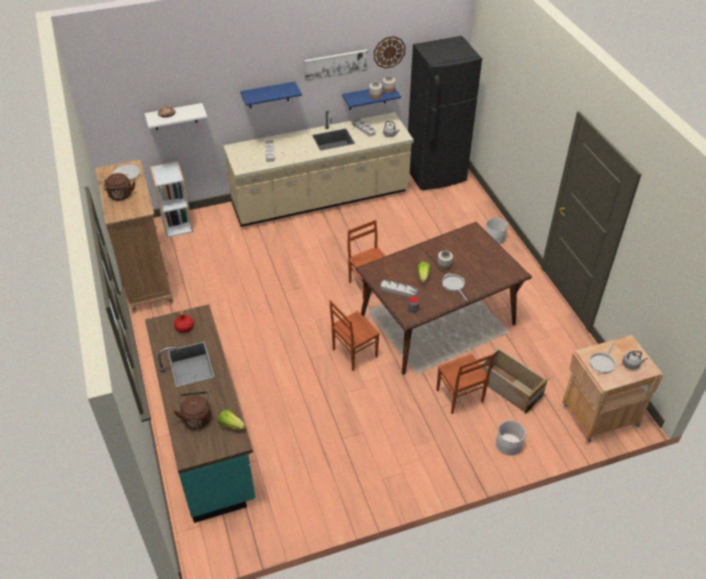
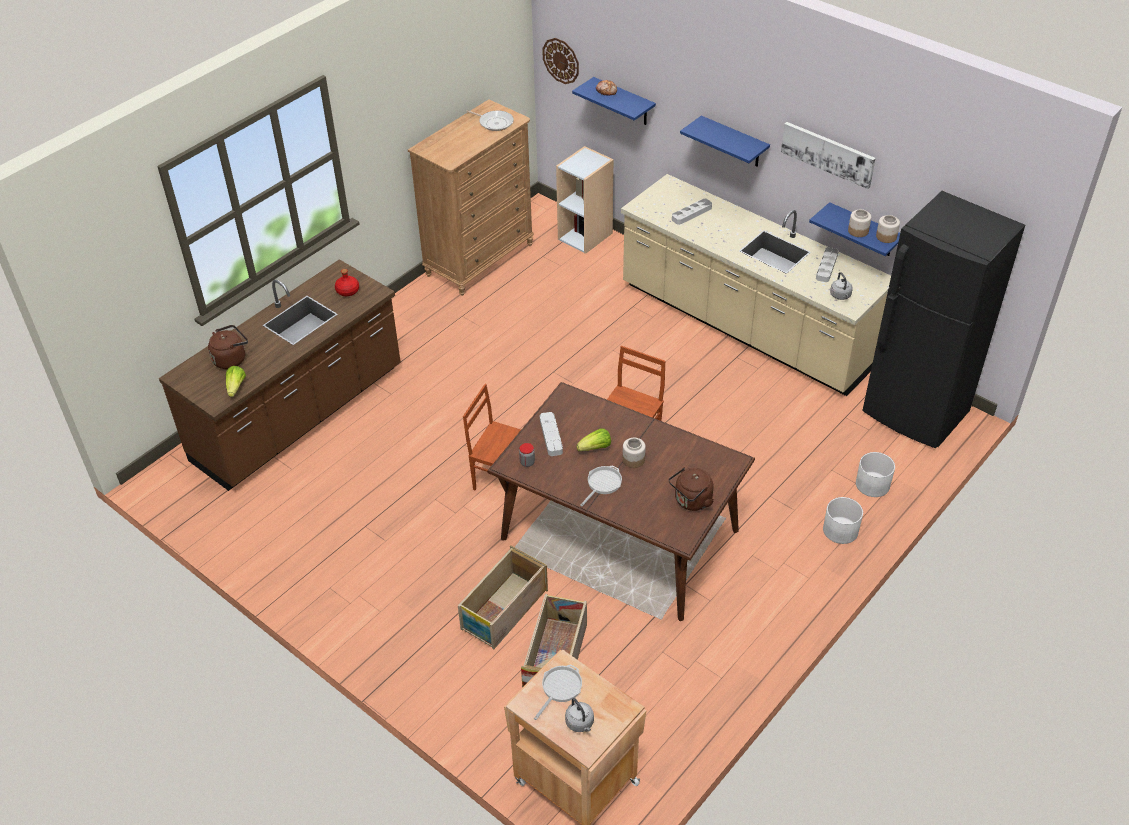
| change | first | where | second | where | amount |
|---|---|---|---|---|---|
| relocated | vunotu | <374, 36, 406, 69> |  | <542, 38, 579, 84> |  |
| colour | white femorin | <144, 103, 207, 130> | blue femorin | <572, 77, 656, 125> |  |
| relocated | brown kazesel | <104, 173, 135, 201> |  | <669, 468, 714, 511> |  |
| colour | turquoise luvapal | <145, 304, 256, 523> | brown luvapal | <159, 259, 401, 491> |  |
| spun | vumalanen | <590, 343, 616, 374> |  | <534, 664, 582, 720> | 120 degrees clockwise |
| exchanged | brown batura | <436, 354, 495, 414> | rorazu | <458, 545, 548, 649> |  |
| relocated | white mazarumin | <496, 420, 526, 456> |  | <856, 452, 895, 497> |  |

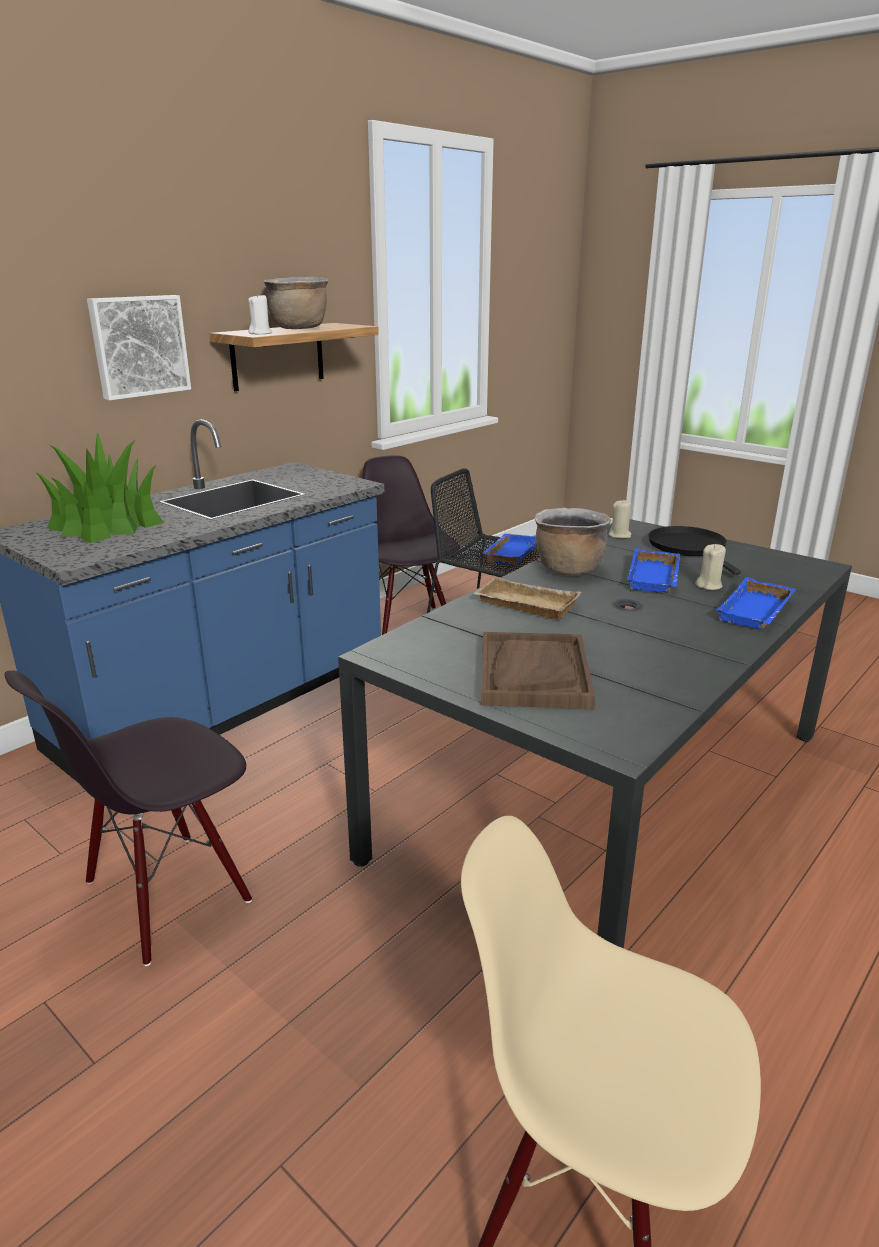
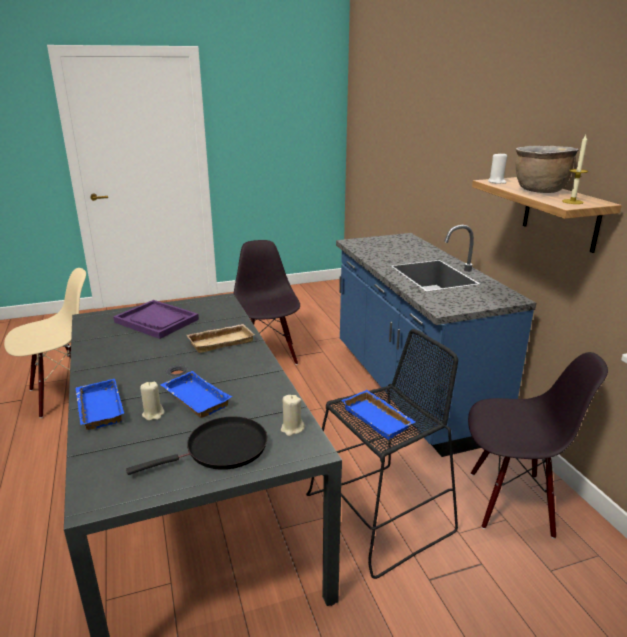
| change | first | where | second | where | amount |
|---|---|---|---|---|---|
| missing | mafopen | <87, 295, 191, 400> |  |  |  |
| missing | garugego | <34, 432, 164, 543> |  |  |  |
| missing | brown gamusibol | <535, 508, 611, 575> |  |  |  |
| spun | black vumalanen | <648, 526, 741, 575> |  | <126, 416, 267, 475> | 45 degrees counterclockwise |
| colour | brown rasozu | <481, 632, 595, 709> | purple rasozu | <113, 300, 199, 339> |  |
| appeared |  |  | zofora | <562, 135, 588, 204> |  |

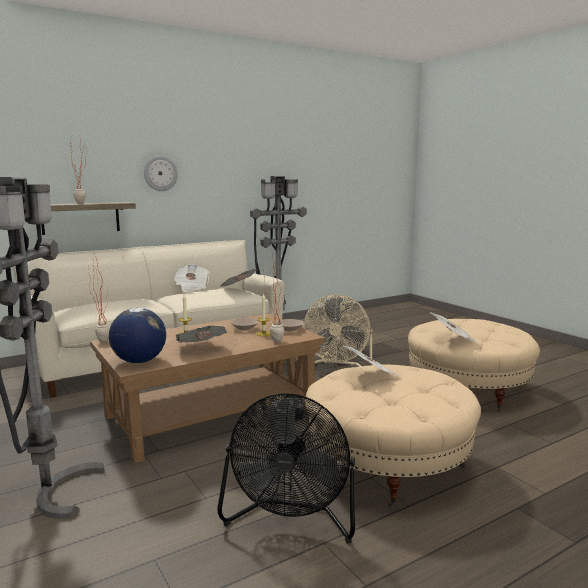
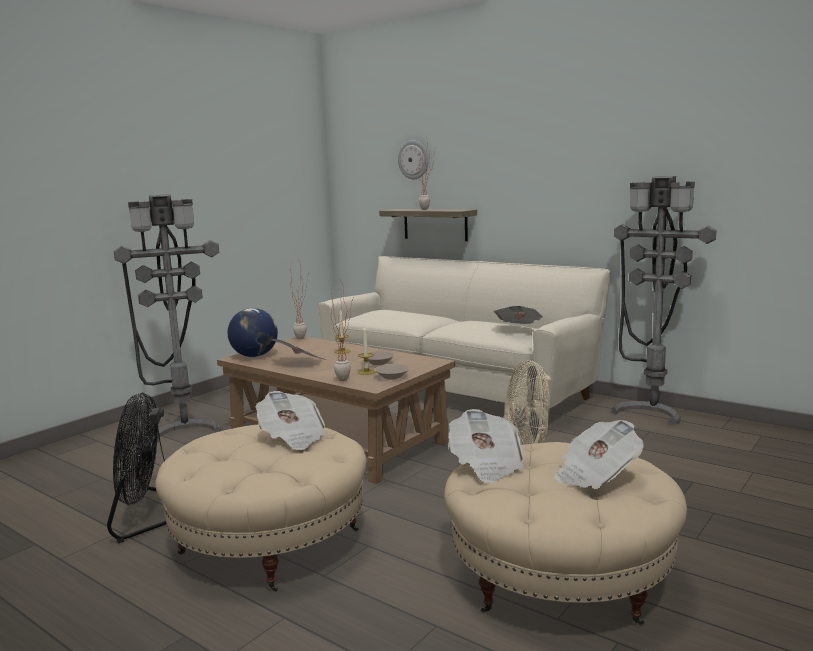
| change | first | where | second | where | amount |
|---|---|---|---|---|---|
| relocated | vunotu | <144, 156, 178, 191> |  | <398, 140, 429, 179> |  |
| relocated | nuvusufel | <173, 264, 210, 292> |  | <554, 420, 644, 489> |  |

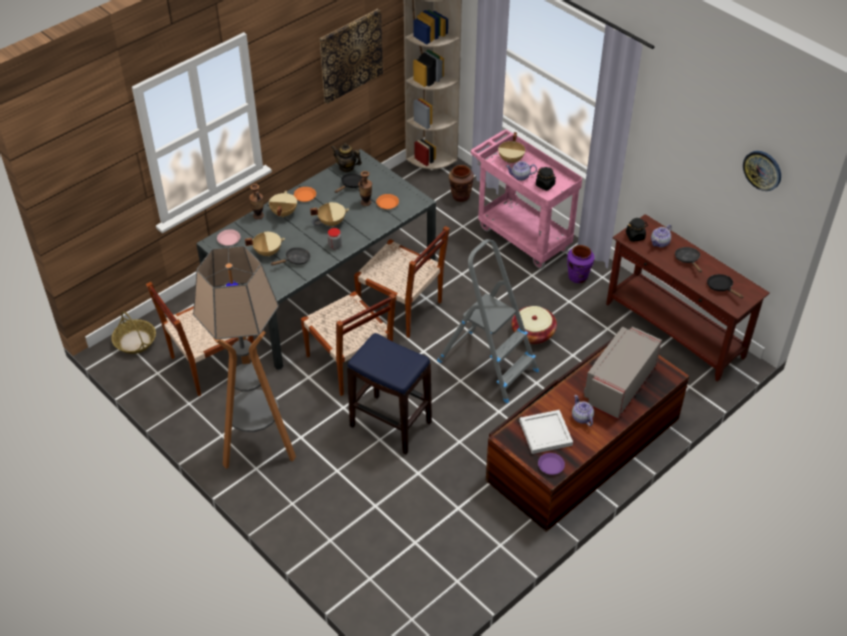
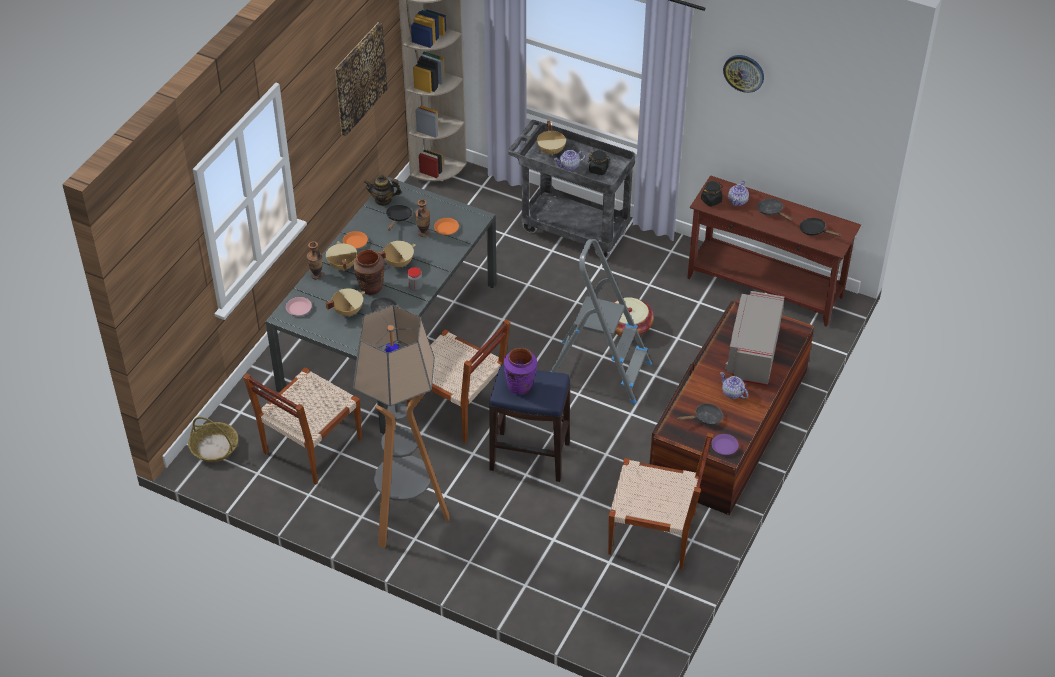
| change | first | where | second | where | amount |
|---|---|---|---|---|---|
| colour | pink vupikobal | <471, 129, 582, 269> | grey vupikobal | <508, 120, 635, 258> |  |
| relocated | vunotu | <743, 151, 781, 191> |  | <723, 55, 764, 93> |  |
| relocated | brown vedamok | <449, 165, 474, 202> |  | <353, 249, 385, 295> |  |
| relocated | batura | <354, 226, 450, 338> |  | <608, 433, 714, 570> |  |
| relocated | purple vedamok | <567, 245, 594, 283> |  | <504, 348, 537, 395> |  |
| exchanged | white rasozu | <519, 410, 573, 454> | black vumalanen | <678, 403, 723, 425> |  |

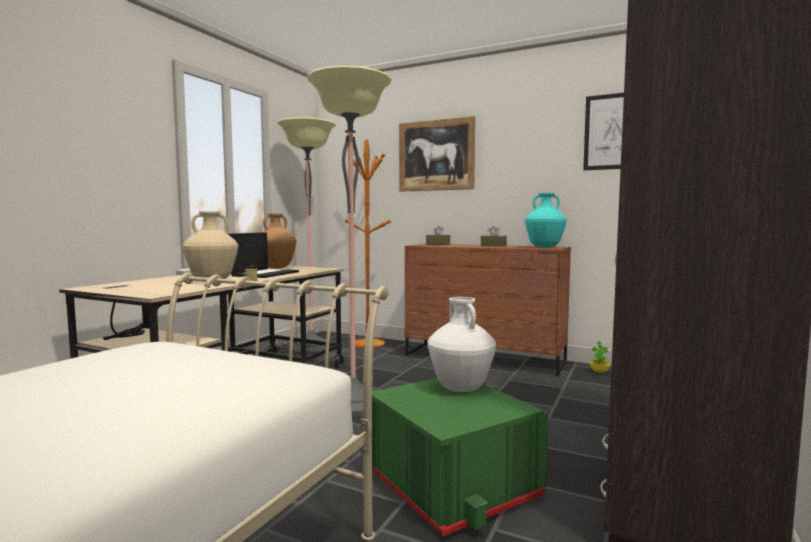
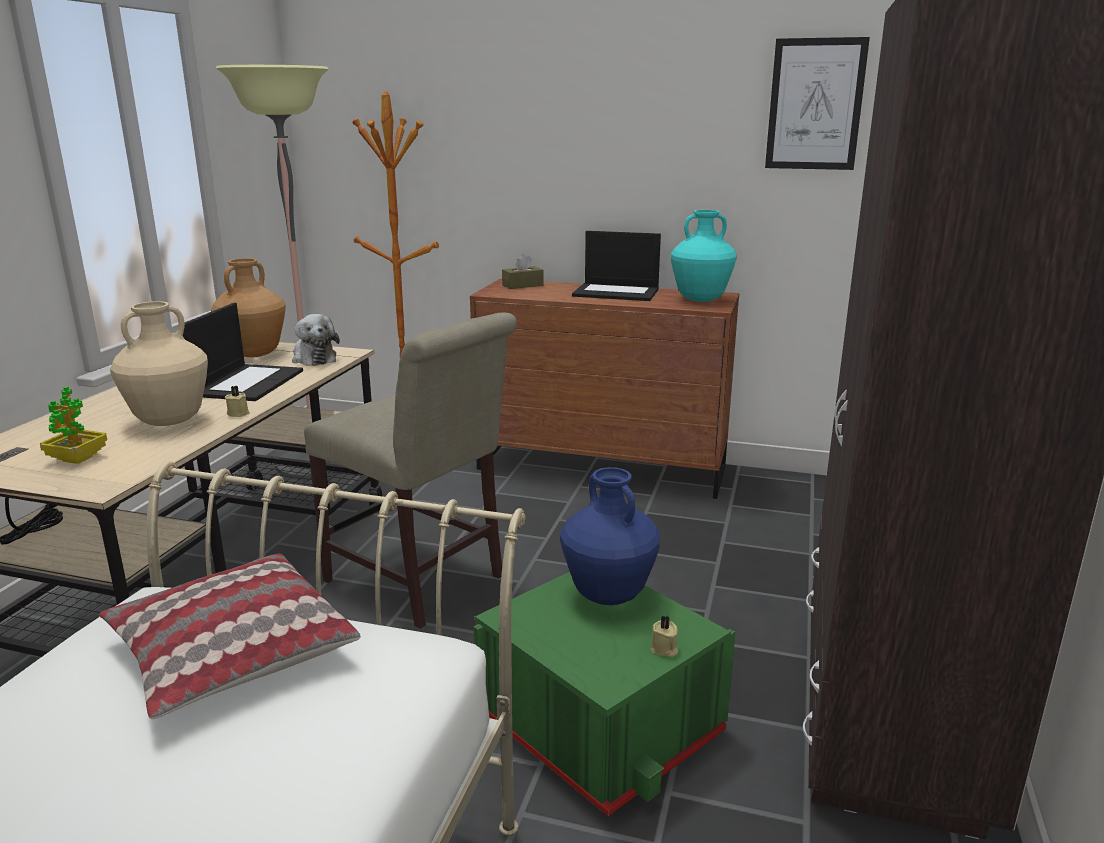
| change | first | where | second | where | amount |
|---|---|---|---|---|---|
| exchanged | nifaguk | <307, 65, 392, 416> | beige batura | <304, 312, 517, 629> |  |
| missing | mafopen | <399, 116, 475, 192> |  |  |  |
| exchanged | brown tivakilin | <481, 226, 507, 247> | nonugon | <572, 231, 661, 301> |  |
| colour | white vedamok | <428, 297, 496, 392> | blue vedamok | <560, 467, 660, 605> |  |
| relocated | garugego | <589, 341, 611, 373> |  | <40, 387, 107, 464> |  |
| appeared |  |  | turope | <292, 314, 340, 366> |  |
| appeared |  |  | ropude | <99, 554, 361, 719> |  |
| appeared |  |  | beige zofora | <651, 616, 678, 657> |  |

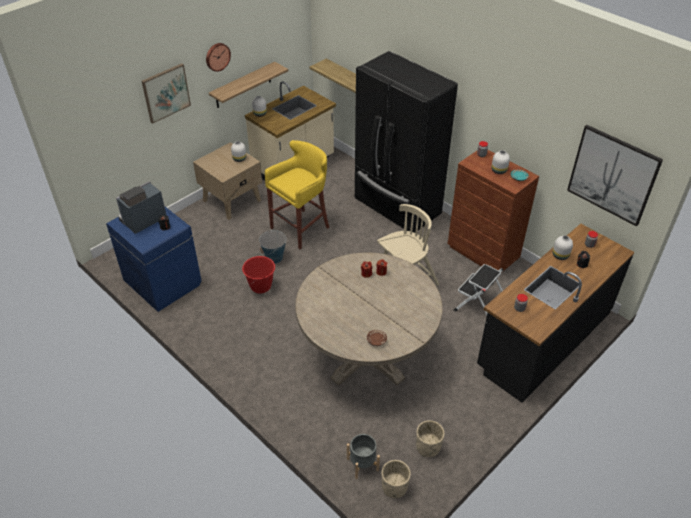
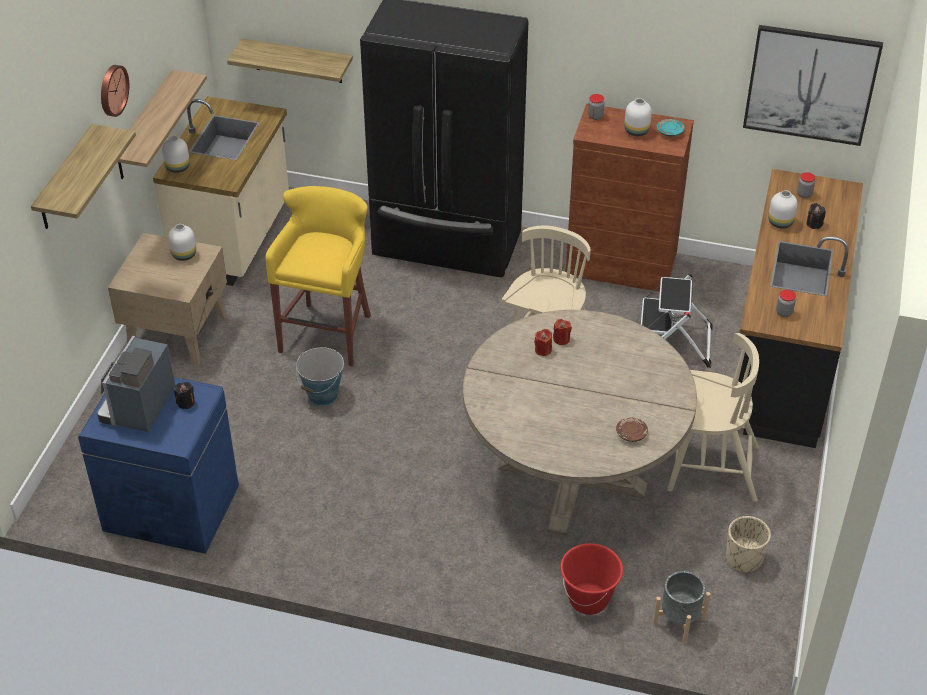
| change | first | where | second | where | amount |
|---|---|---|---|---|---|
| exchanged | mafopen | <142, 63, 191, 124> | femorin | <31, 124, 136, 229> |  |
| relocated | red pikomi | <242, 256, 275, 293> |  | <560, 543, 623, 615> |  |
| missing | beige mazarumin | <382, 460, 411, 498> |  |  |  |
| appeared |  |  | beige batura | <667, 333, 759, 501> |  |

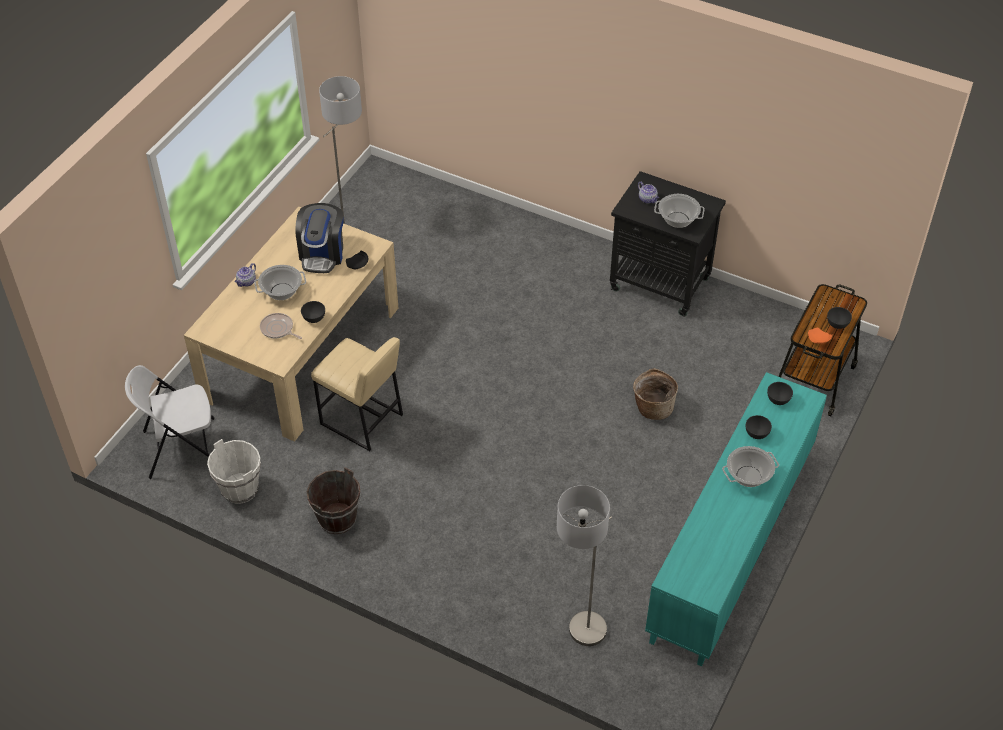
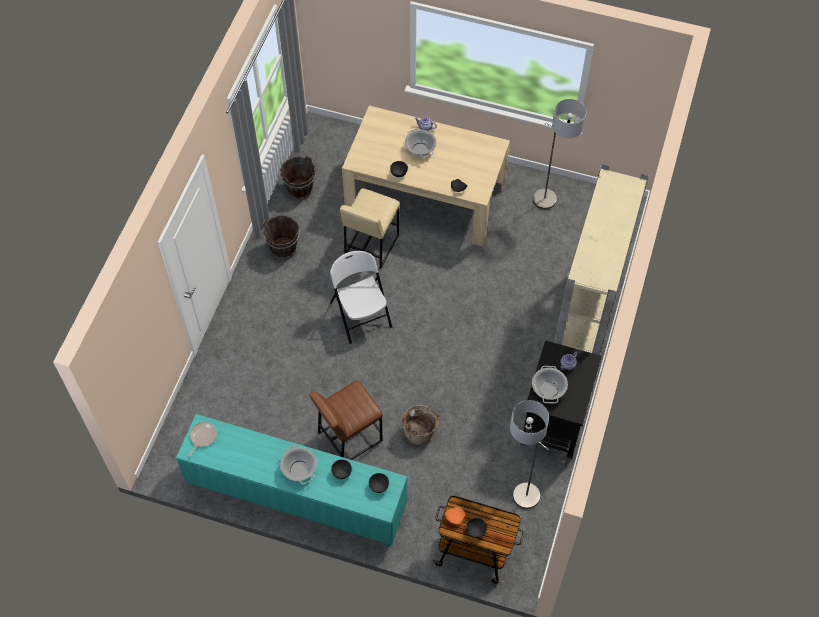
| change | first | where | second | where | amount |
|---|---|---|---|---|---|
| missing | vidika | <295, 203, 343, 273> |  |  |  |
| relocated | vumalanen | <260, 313, 302, 339> |  | <189, 422, 217, 456> |  |
| relocated | white batura | <125, 365, 214, 479> |  | <330, 251, 392, 344> |  |
| colour | white pikomi | <207, 439, 261, 504> | brown pikomi | <280, 155, 315, 199> |  |
| relocated | grey nifaguk | <557, 485, 612, 646> |  | <510, 400, 549, 509> |  |
| appeared |  |  | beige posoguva | <554, 164, 649, 355> |  |
| appeared |  |  | brown batura | <309, 380, 383, 460> |  |

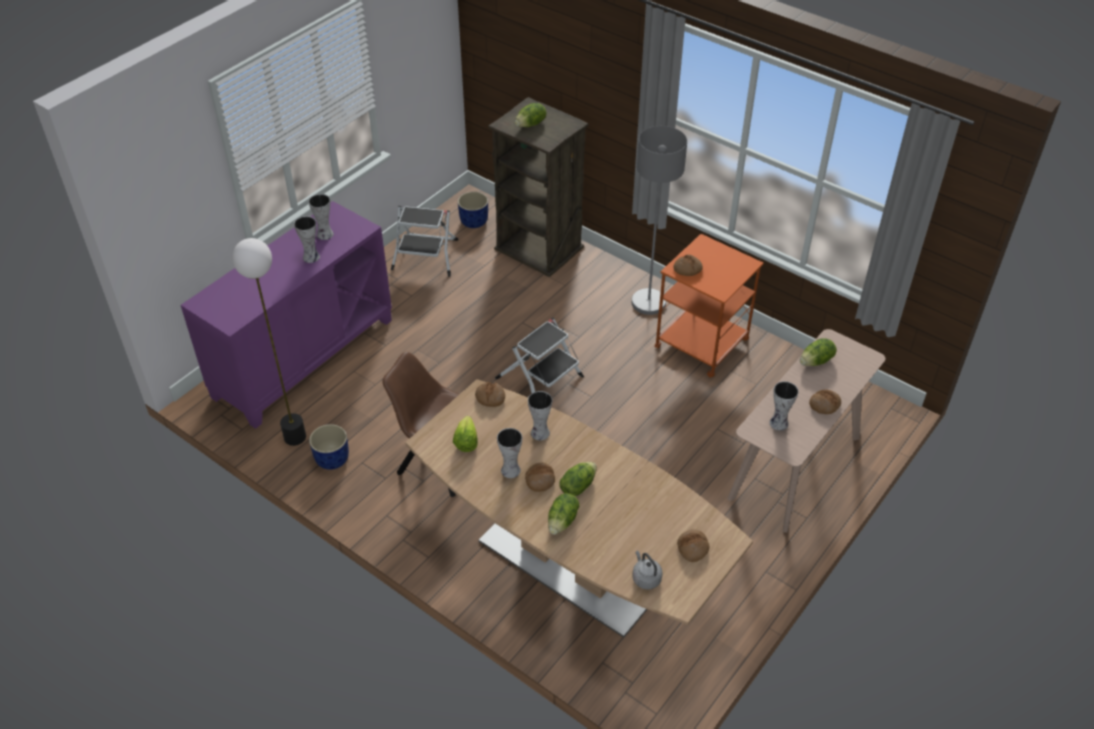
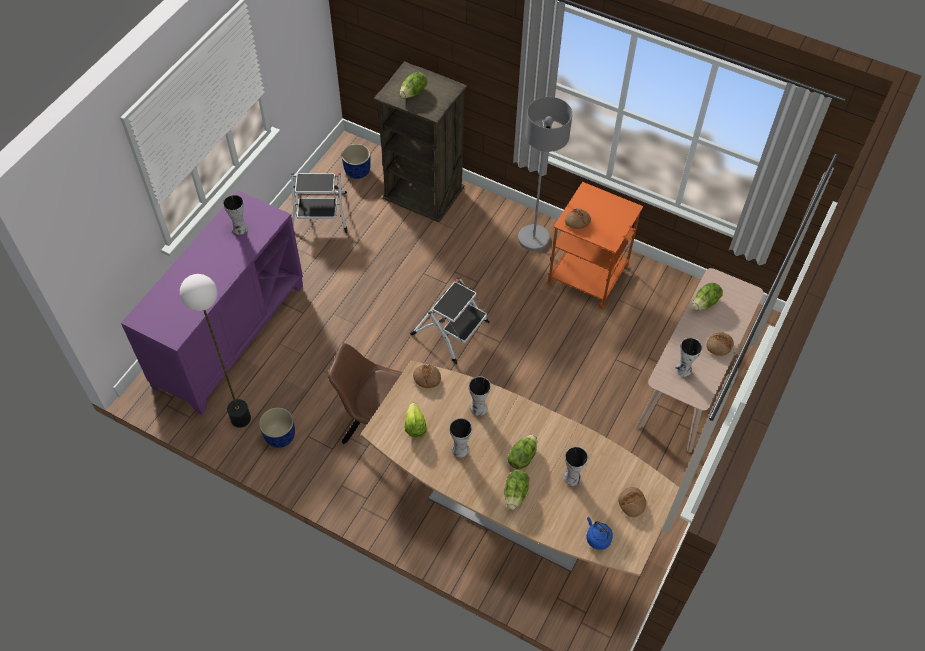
| change | first | where | second | where | amount |
|---|---|---|---|---|---|
| relocated | vedamok | <294, 216, 320, 263> |  | <563, 446, 588, 486> |  |
| missing | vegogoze | <525, 462, 555, 492> |  |  |  |
| colour | grey kazesel | <632, 550, 663, 589> | blue kazesel | <586, 517, 613, 550> |  |

